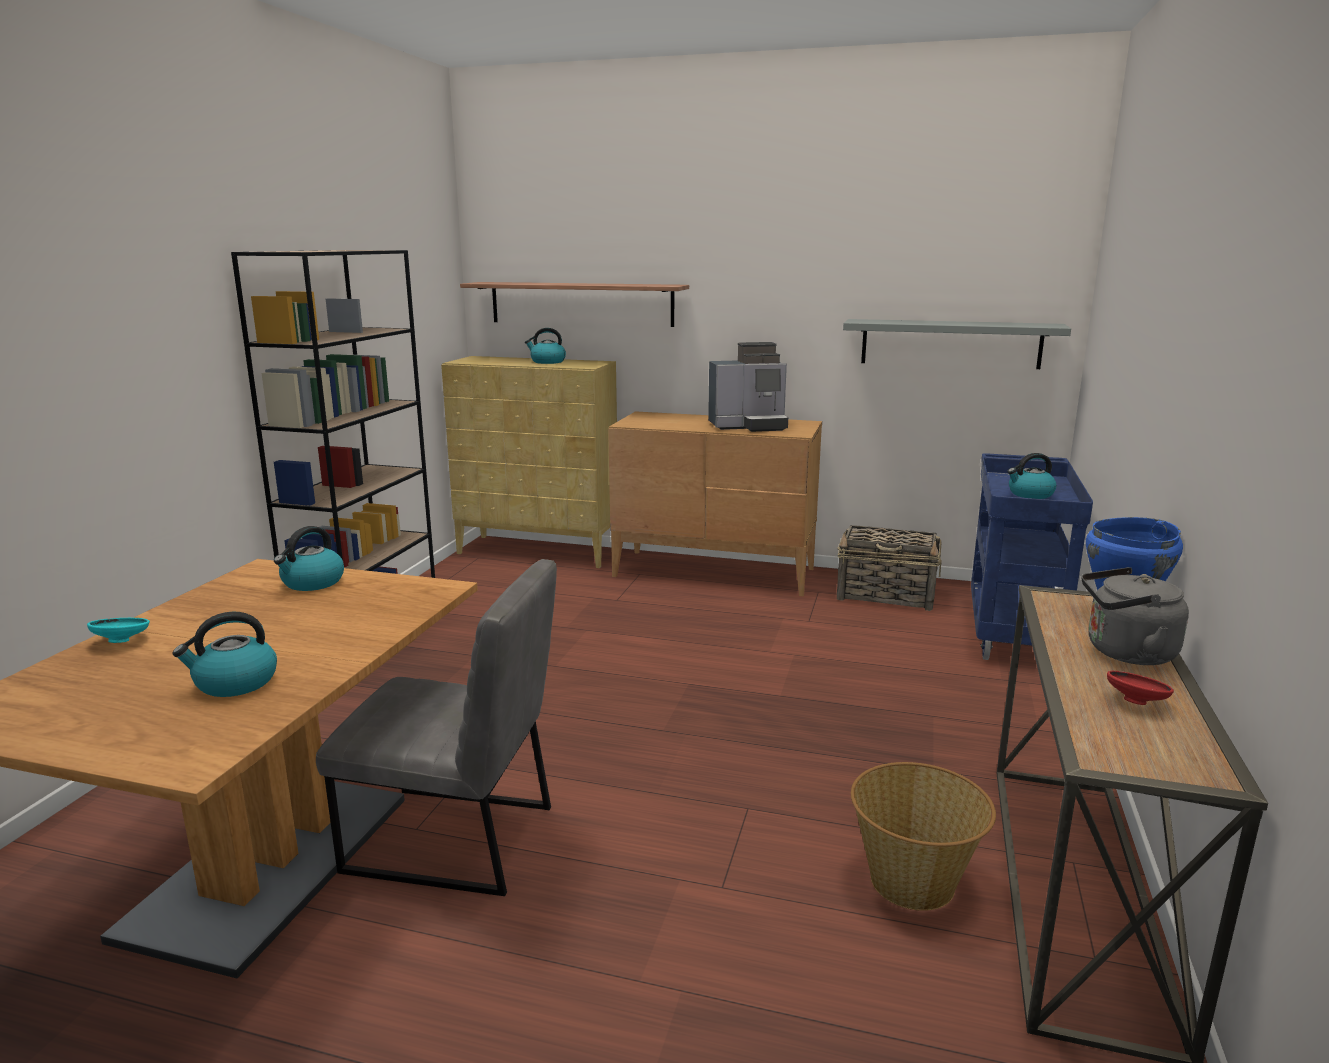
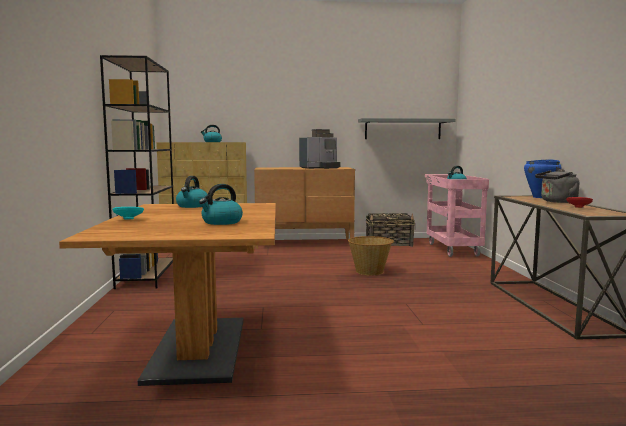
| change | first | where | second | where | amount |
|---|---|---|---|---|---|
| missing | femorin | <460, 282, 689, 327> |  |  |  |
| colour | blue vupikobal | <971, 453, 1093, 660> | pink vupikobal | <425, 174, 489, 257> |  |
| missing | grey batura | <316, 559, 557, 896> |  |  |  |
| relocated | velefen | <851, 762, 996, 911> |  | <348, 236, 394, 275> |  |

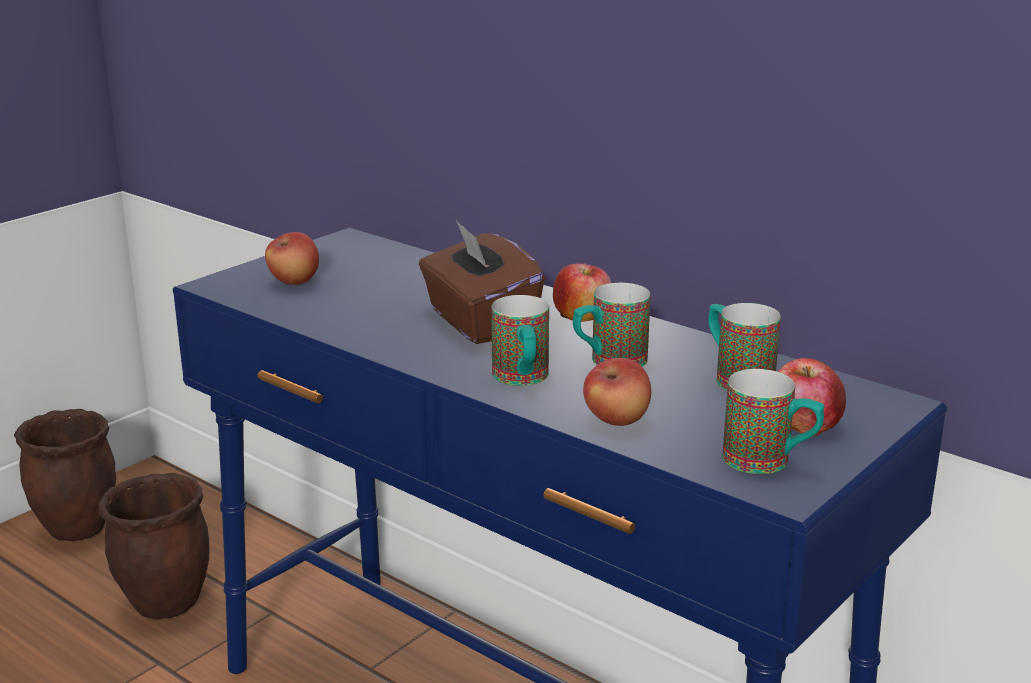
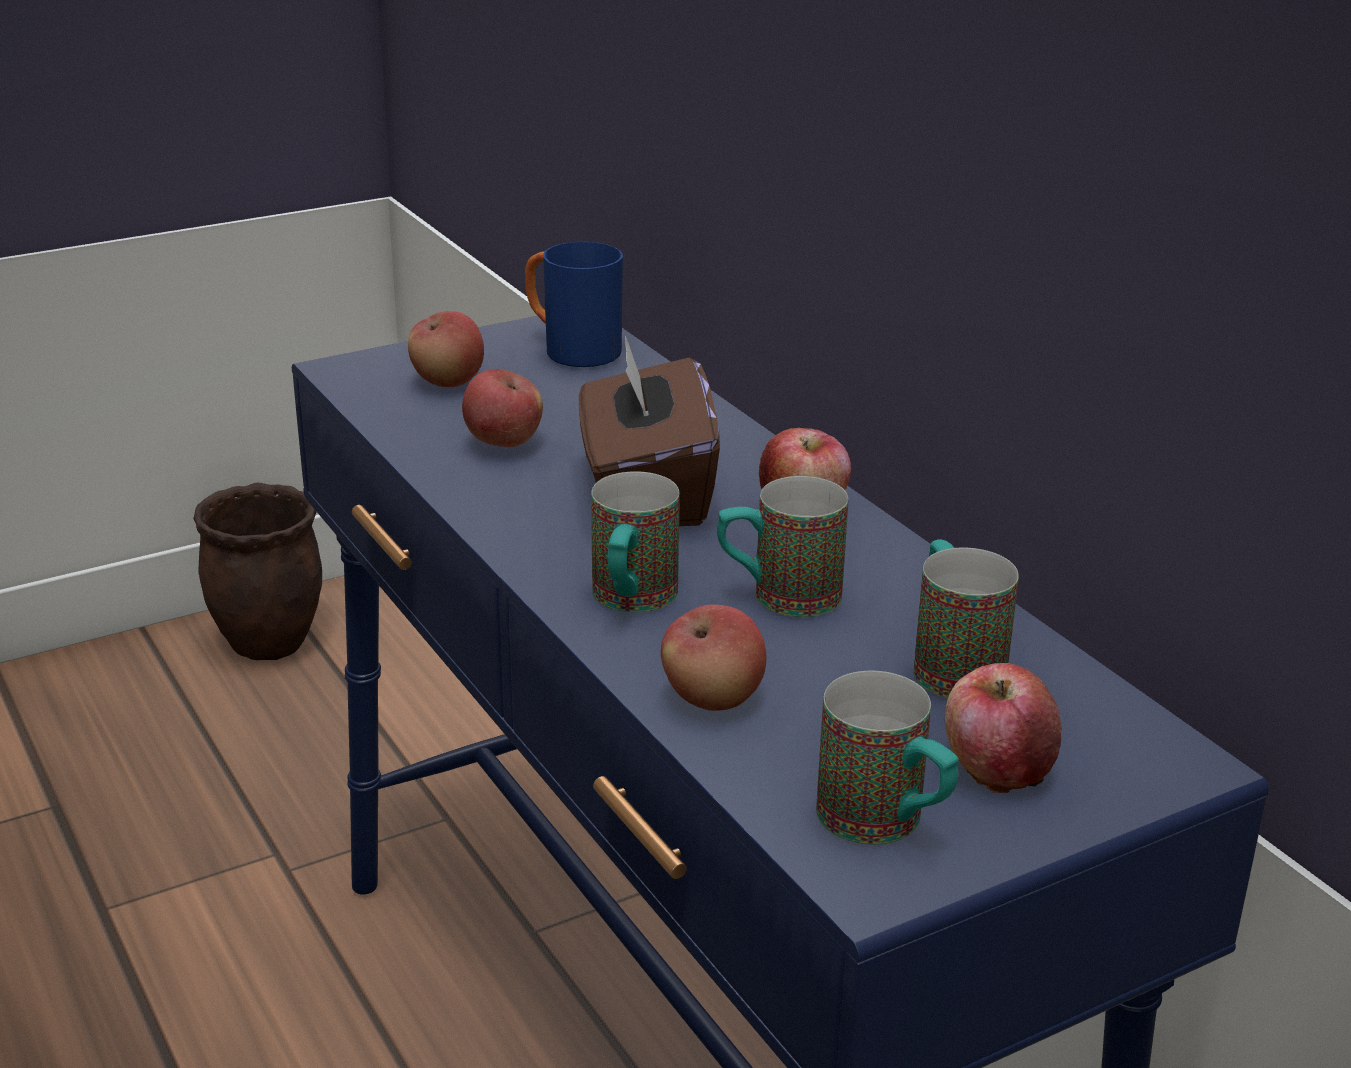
| change | first | where | second | where | amount |
|---|---|---|---|---|---|
| missing | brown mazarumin | <98, 473, 209, 620> |  |  |  |
| appeared |  |  | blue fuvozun | <525, 242, 623, 367> |  |
| appeared |  |  | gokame | <462, 369, 543, 447> |  |

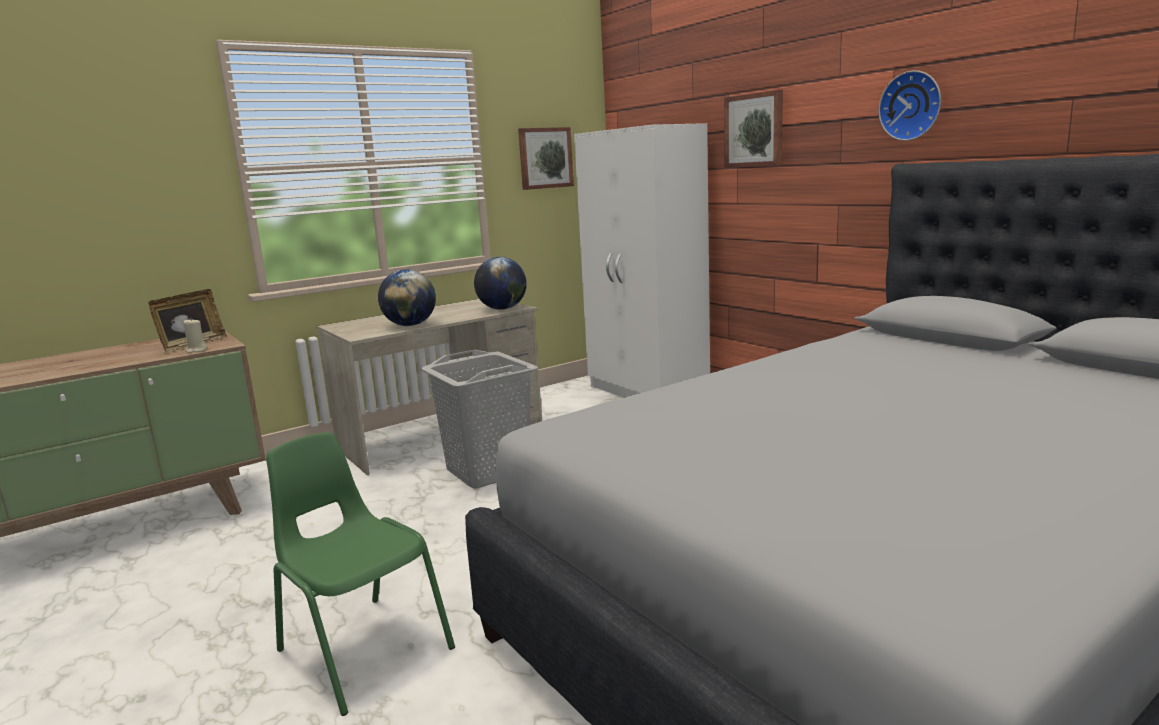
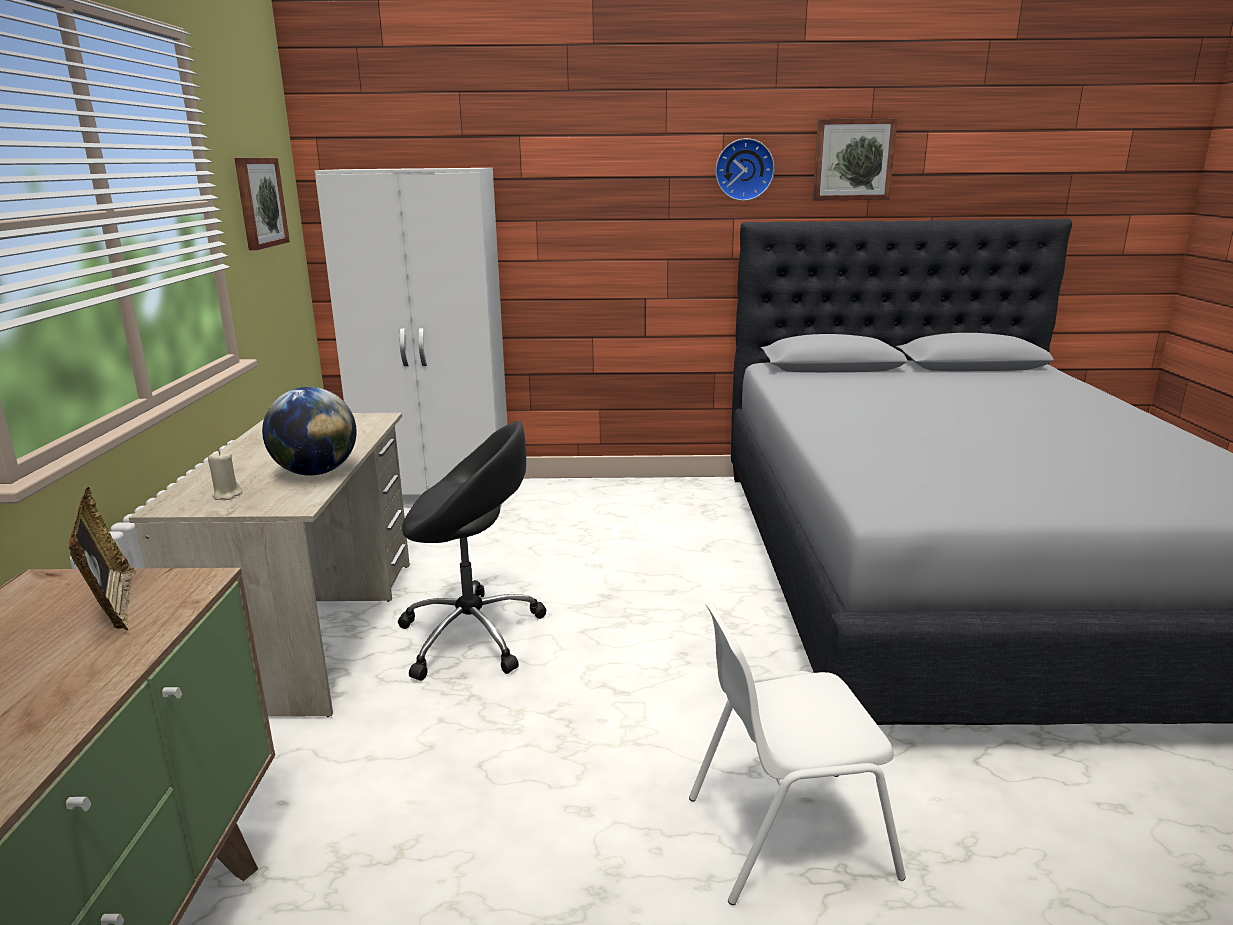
| change | first | where | second | where | amount |
|---|---|---|---|---|---|
| relocated | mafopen | <724, 90, 783, 168> |  | <812, 118, 898, 200> |  |
| missing | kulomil | <474, 257, 527, 310> |  |  |  |
| relocated | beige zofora | <183, 319, 208, 353> |  | <208, 451, 242, 500> |  |
| exchanged | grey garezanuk | <421, 350, 538, 489> | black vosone | <398, 421, 547, 681> |  |
| colour | green batura | <266, 432, 455, 716> | white batura | <689, 601, 906, 905> |  |

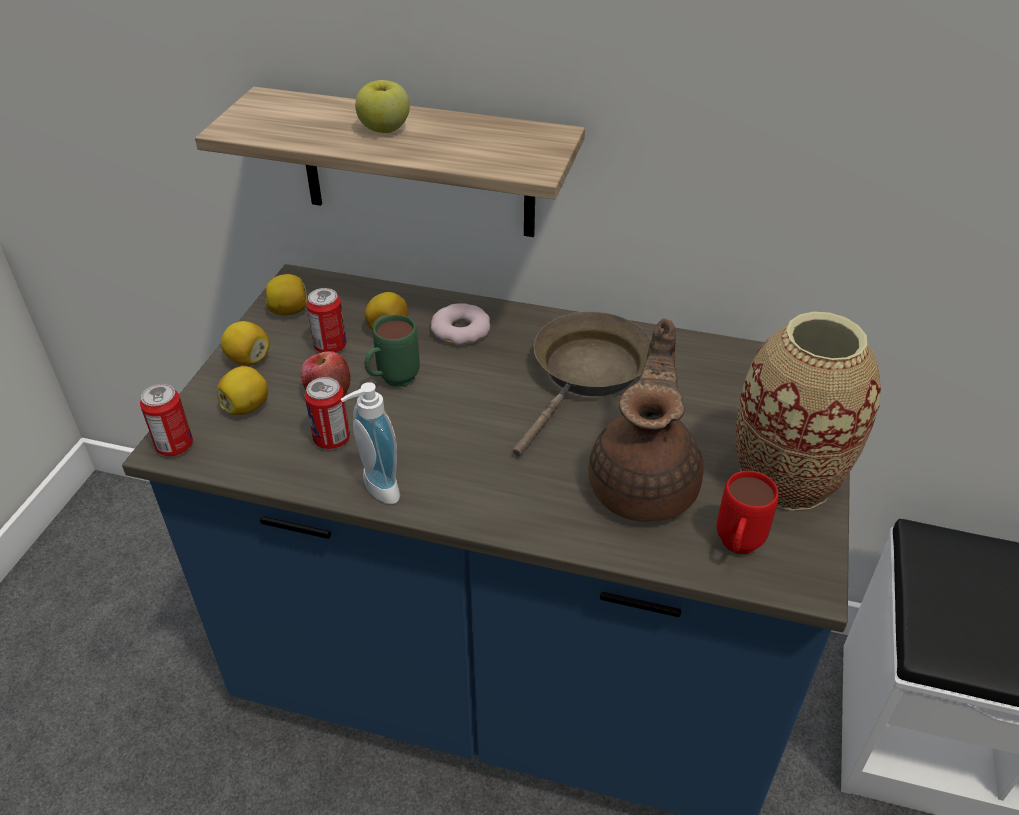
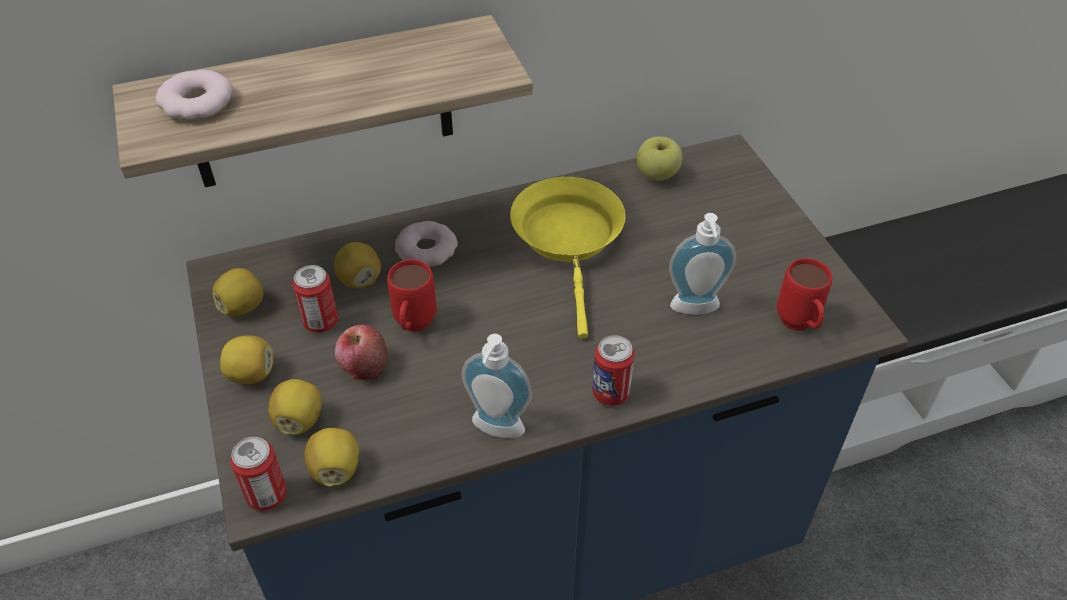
| change | first | where | second | where | amount |
|---|---|---|---|---|---|
| relocated | gokame | <355, 80, 410, 133> |  | <637, 136, 683, 181> |  |
| colour | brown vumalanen | <513, 312, 651, 456> | yellow vumalanen | <510, 177, 626, 339> |  |
| missing | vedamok | <736, 312, 881, 511> |  |  |  |
| colour | green fuvozun | <365, 315, 420, 387> | red fuvozun | <387, 259, 437, 332> |  |
| exchanged | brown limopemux | <588, 318, 704, 522> | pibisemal | <669, 213, 736, 315> |  |
| relocated | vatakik | <305, 377, 350, 449> |  | <592, 335, 635, 406> |  |
| appeared |  |  | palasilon | <156, 69, 232, 120> |  |
| appeared |  |  | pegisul | <304, 428, 359, 487> |  |

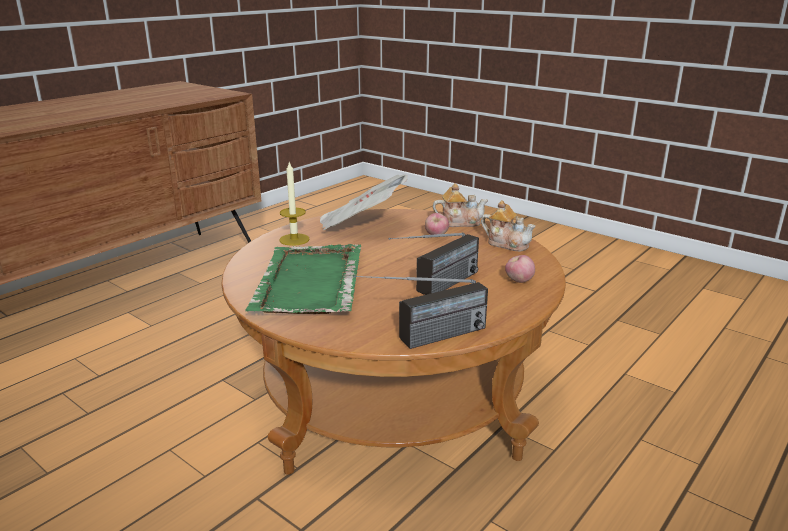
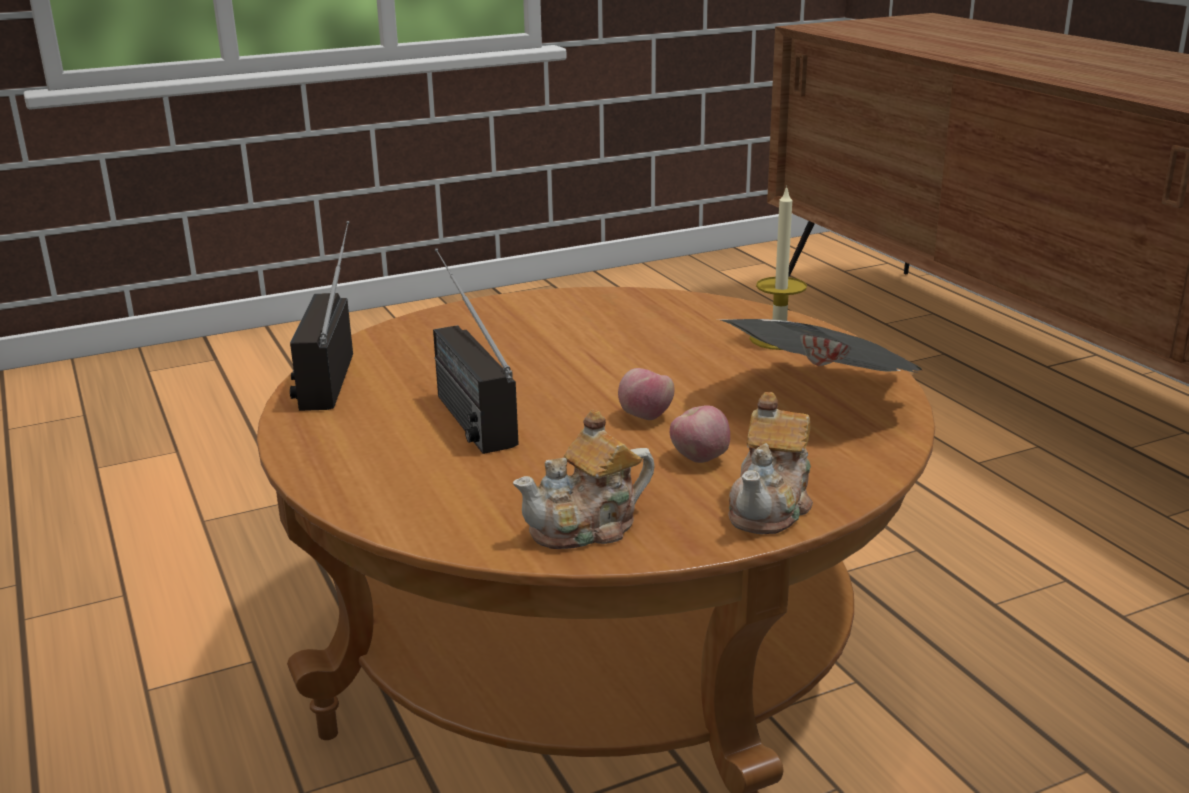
| change | first | where | second | where | amount |
|---|---|---|---|---|---|
| missing | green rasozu | <245, 244, 361, 314> |  |  |  |
| relocated | gokame | <505, 255, 535, 283> |  | <618, 368, 675, 420> |  |

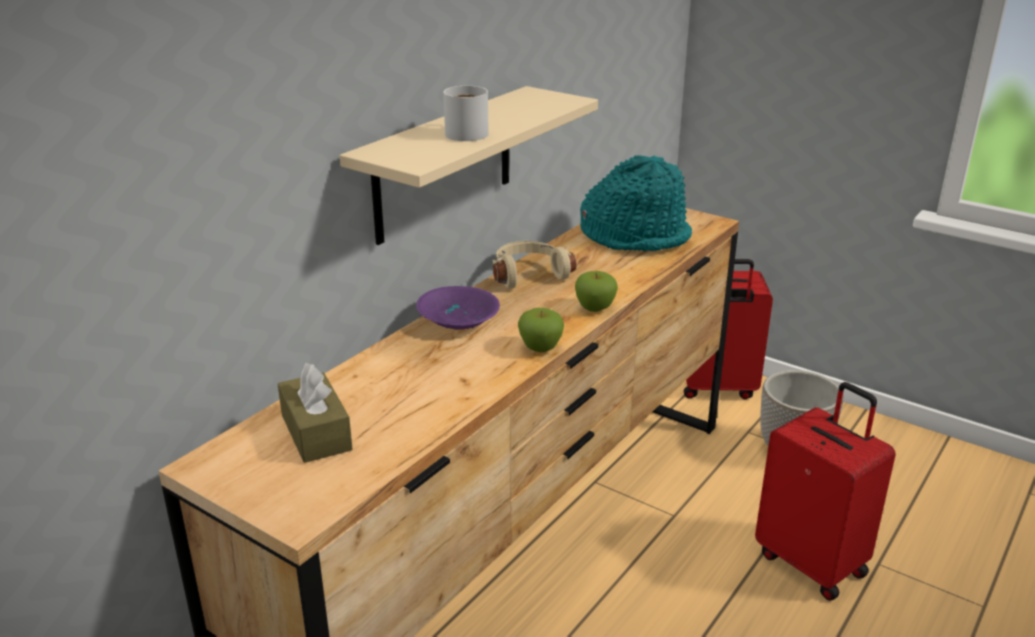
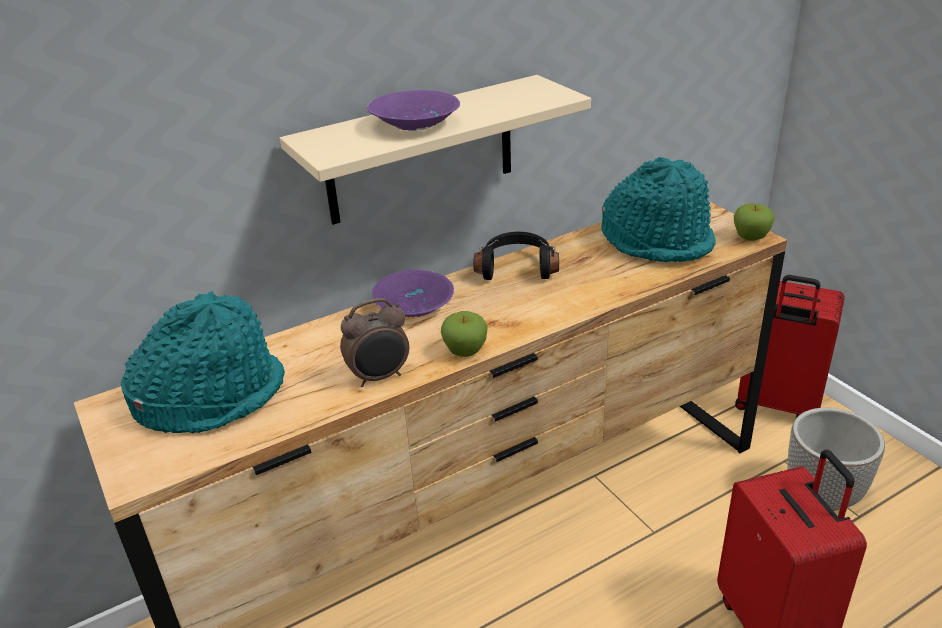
| change | first | where | second | where | amount |
|---|---|---|---|---|---|
| exchanged | white fuvozun | <443, 86, 489, 141> | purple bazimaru | <367, 90, 460, 131> |  |
| colour | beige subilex | <493, 241, 577, 288> | black subilex | <473, 231, 559, 280> |  |
| relocated | gokame | <575, 271, 618, 312> |  | <734, 203, 775, 241> |  |
| exchanged | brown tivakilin | <278, 363, 353, 463> | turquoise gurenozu | <121, 291, 285, 434> |  |
| appeared |  |  | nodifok | <340, 298, 409, 387> |  |

